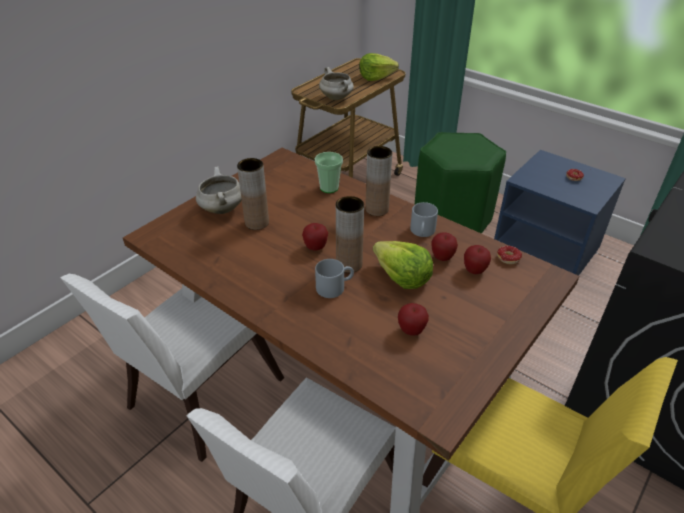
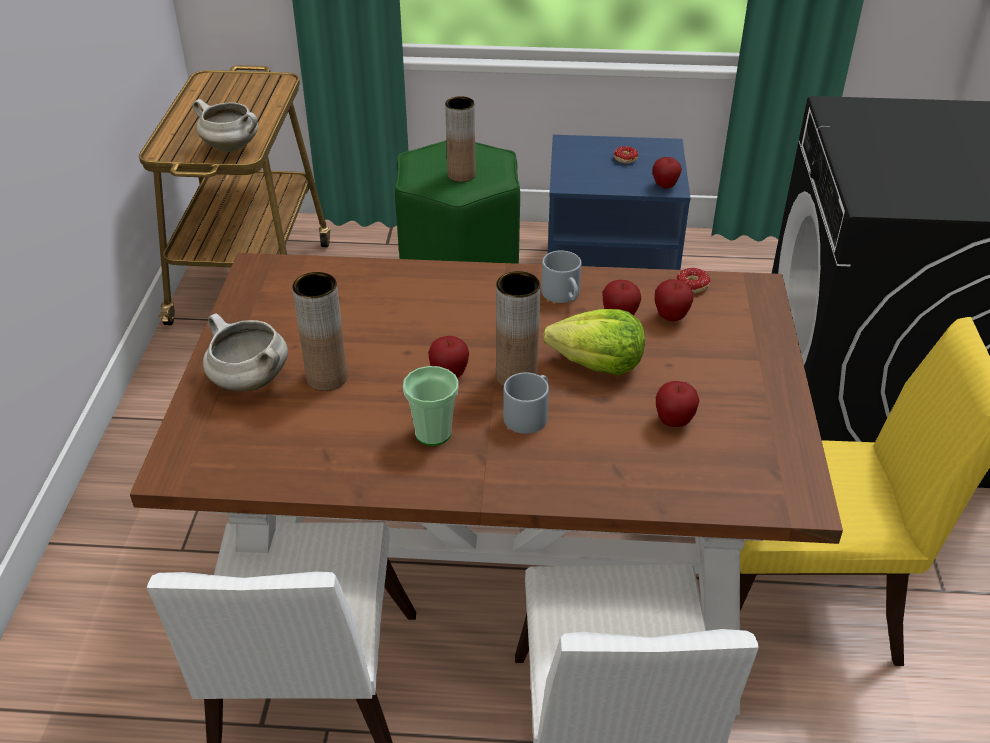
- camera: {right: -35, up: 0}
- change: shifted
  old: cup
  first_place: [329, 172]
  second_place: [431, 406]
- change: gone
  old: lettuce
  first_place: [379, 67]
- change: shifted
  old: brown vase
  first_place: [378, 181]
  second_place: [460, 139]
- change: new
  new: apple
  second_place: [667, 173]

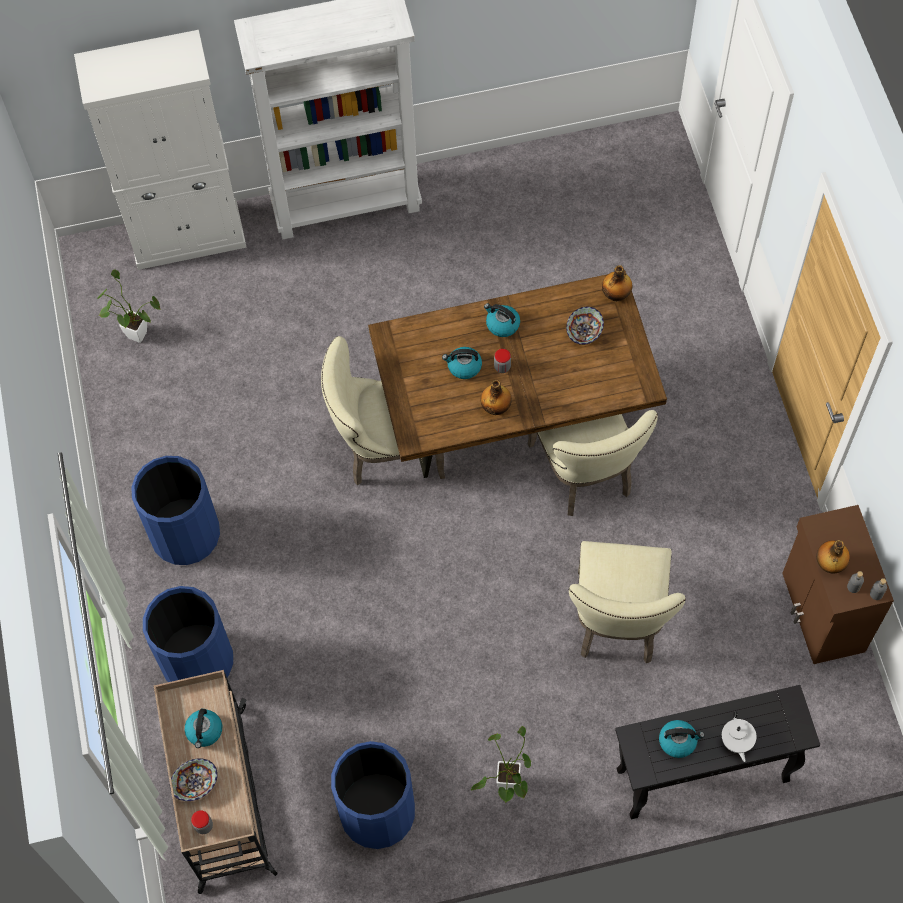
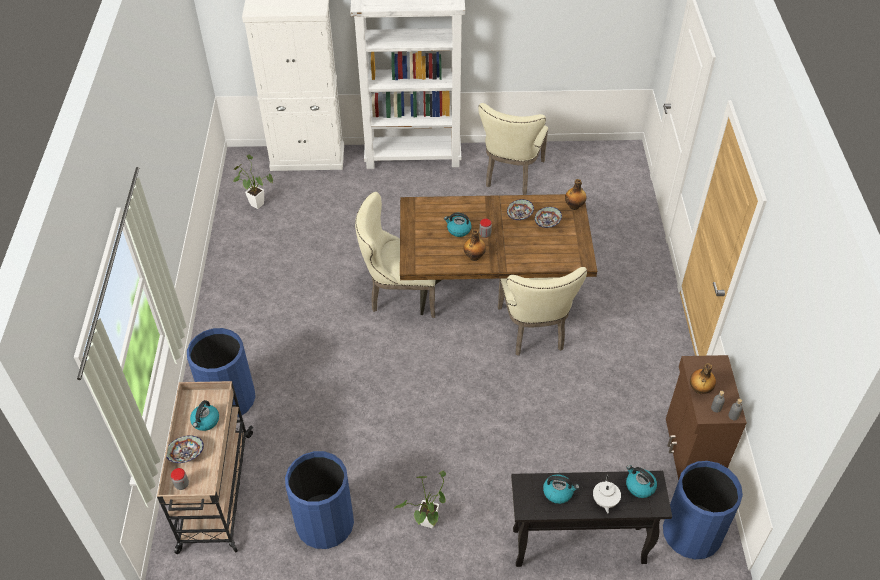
- camera: {right: 10, up: -15}
- change: shifted
  old: blue trash can
  first_place: [175, 510]
  second_place: [703, 510]
- change: shifted
  old: kettle
  first_place: [502, 320]
  second_place: [641, 481]
- change: shifted
  old: beige chair
  first_place: [627, 602]
  second_place: [513, 149]
- change: new
  new: bowl
  second_place: [520, 209]

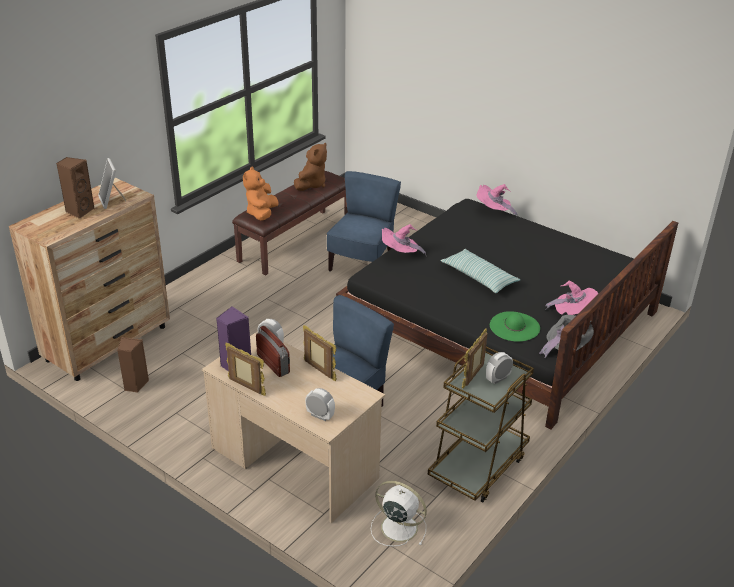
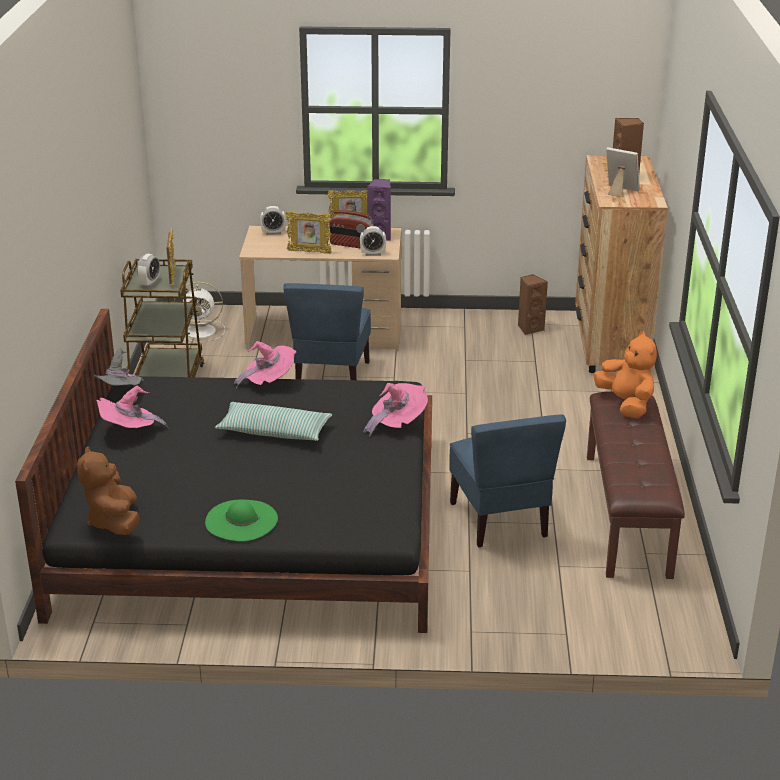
- camera: {right: 145, up: -5}
- change: shifted
  old: brown plush toy
  first_place: [310, 166]
  second_place: [108, 490]
- change: shifted
  old: pink hat
  first_place: [497, 199]
  second_place: [265, 364]
- change: shifted
  old: green hat
  first_place: [515, 326]
  second_place: [241, 520]

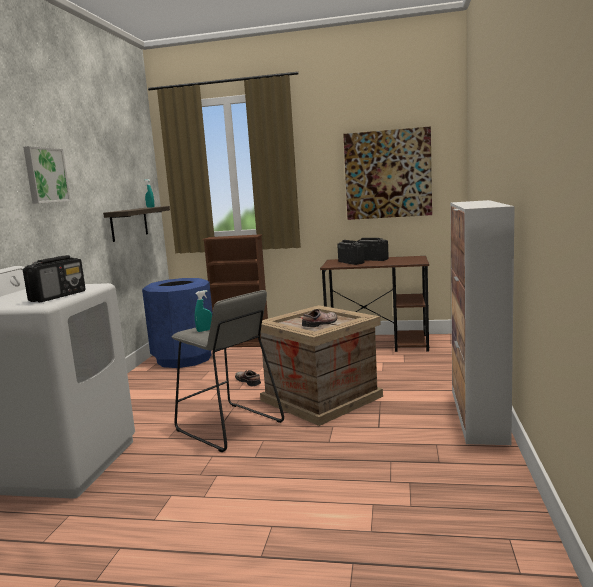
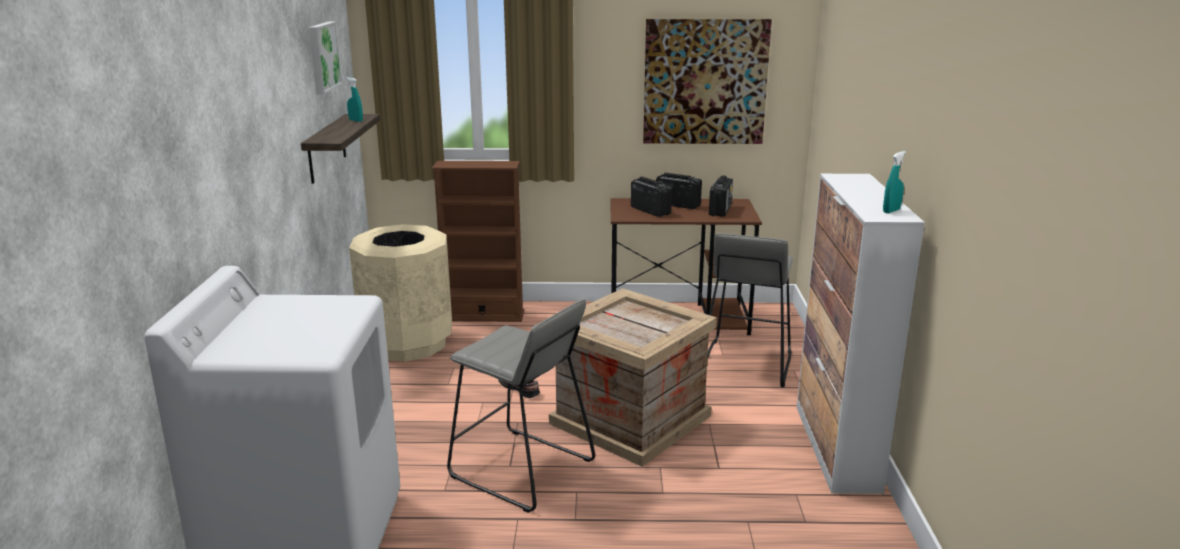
- camera: {right: -10, up: 10}
- change: shifted
  old: picture
  first_place: [47, 175]
  second_place: [326, 57]
- change: shifted
  old: radio
  first_place: [54, 278]
  second_place: [721, 196]
- change: repainted
  old: blue trash can
  new: beige trash can
  first_place: [177, 323]
  second_place: [400, 293]
- change: shifted
  old: turquoise spray bottle
  first_place: [203, 311]
  second_place: [894, 182]
- change: gone
  old: shoe
  first_place: [319, 318]
- change: new
  new: grey stool
  second_place: [750, 310]

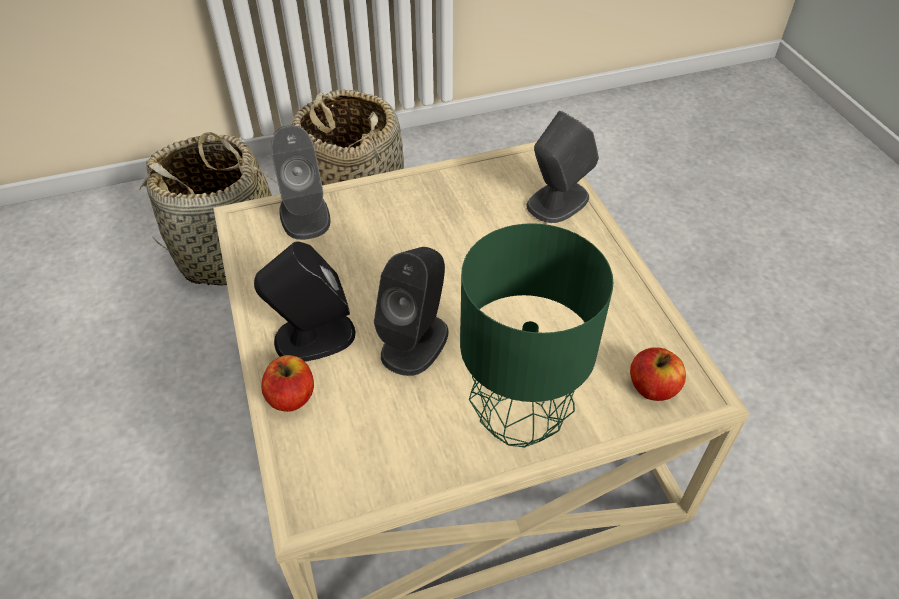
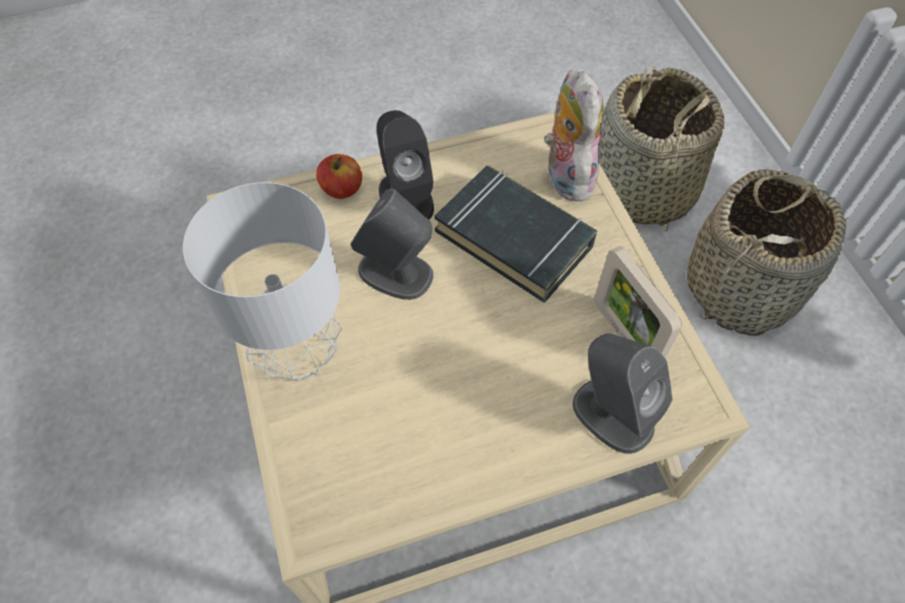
- camera: {right: 90, up: 10}
- change: swapped
  old: grey speaker
  new: plush toy
  first_place: [300, 183]
  second_place: [573, 136]
- change: repainted
  old: green table lamp
  new: grey table lamp
  first_place: [536, 335]
  second_place: [262, 281]
- change: gone
  old: apple
  first_place: [658, 374]
- change: new
  new: black book
  second_place: [515, 234]
- change: new
  new: picture frame
  second_place: [638, 302]

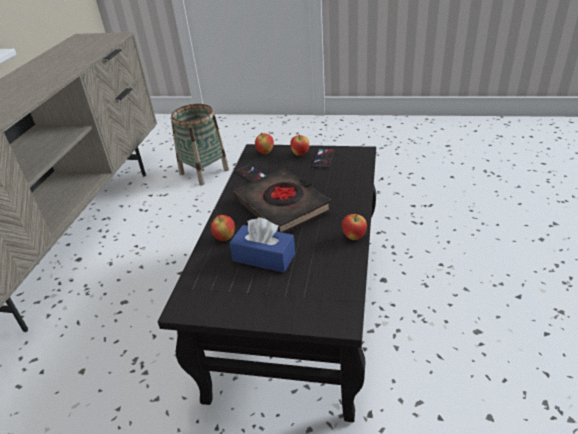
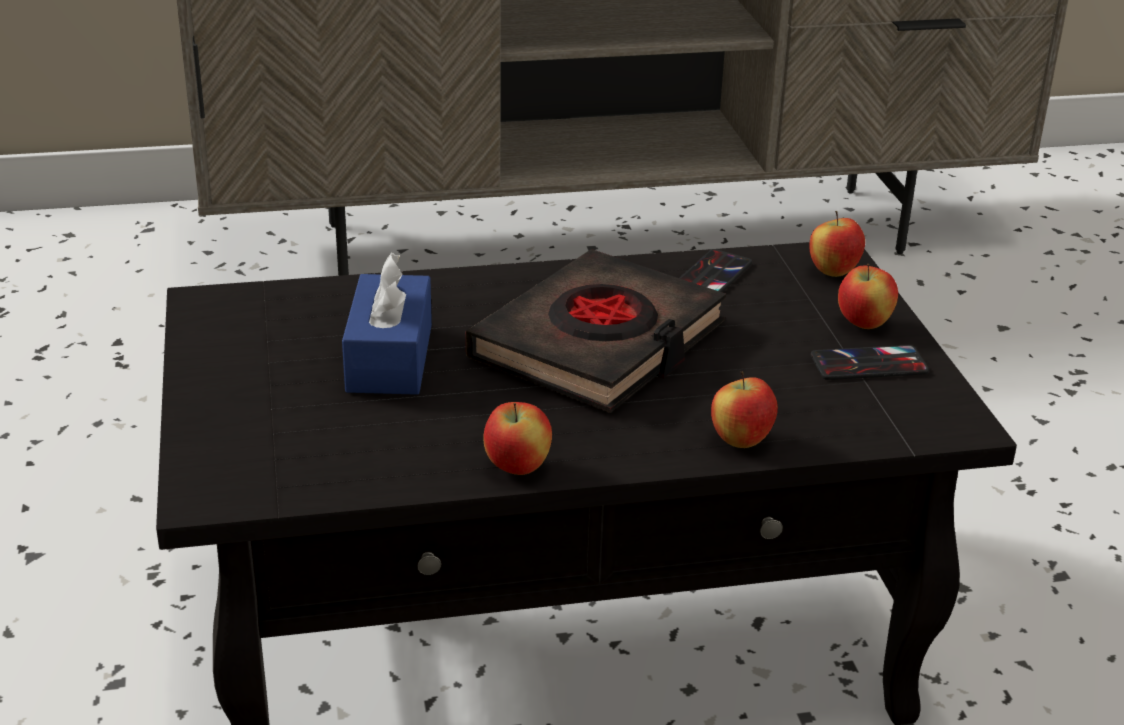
- camera: {right: 65, up: -5}
- change: gone
  old: basket
  first_place: [200, 144]
- change: shifted
  old: apple
  first_place: [223, 228]
  second_place: [744, 410]

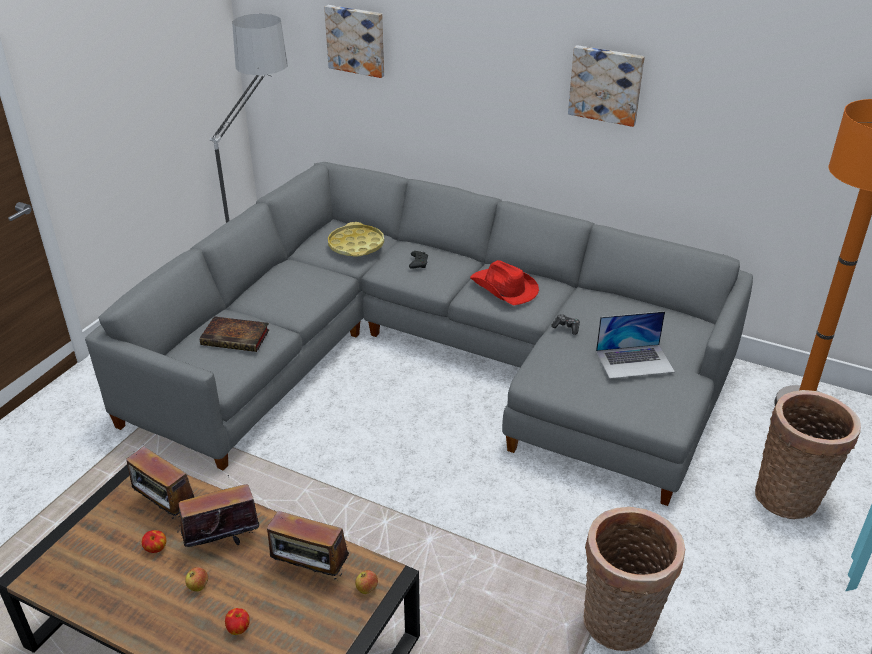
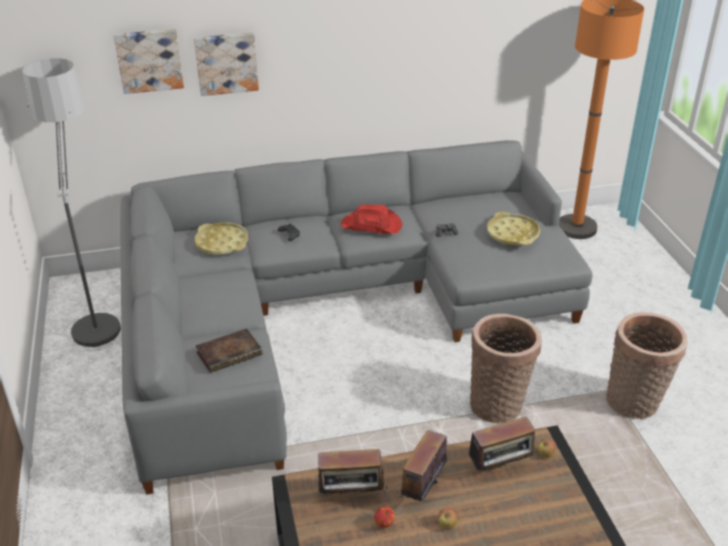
- camera: {right: -40, up: 0}
- change: gone
  old: apple
  first_place: [237, 621]
- change: shifted
  old: picture
  first_place: [606, 86]
  second_place: [226, 64]
- change: swapped
  old: laptop
  new: yellow tray
  first_place: [635, 345]
  second_place: [513, 228]
- change: shifted
  old: basket
  first_place: [808, 454]
  second_place: [506, 368]

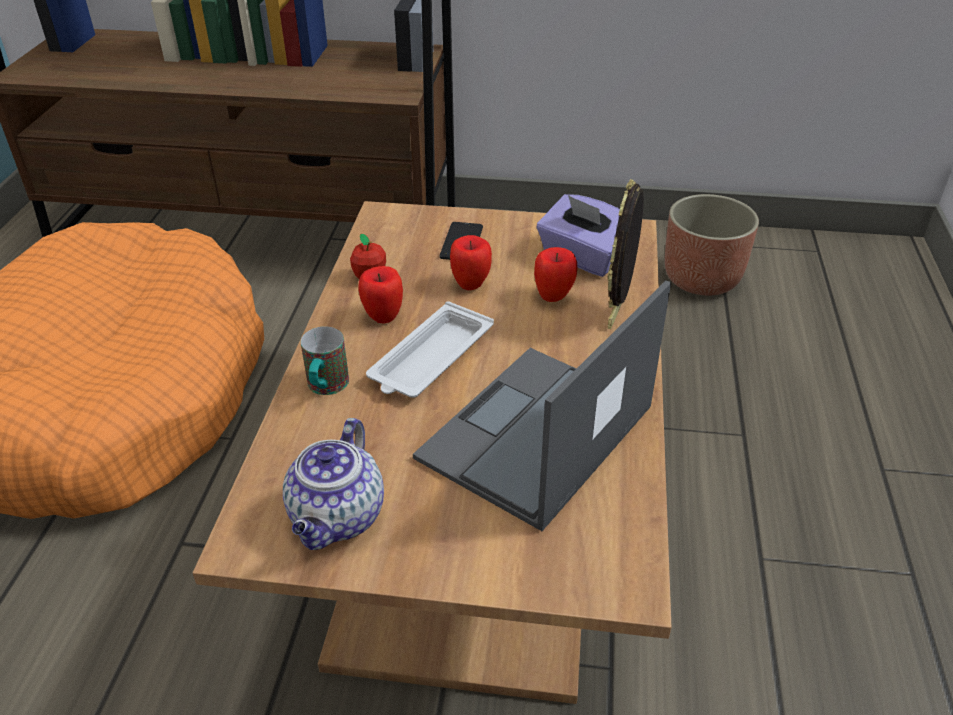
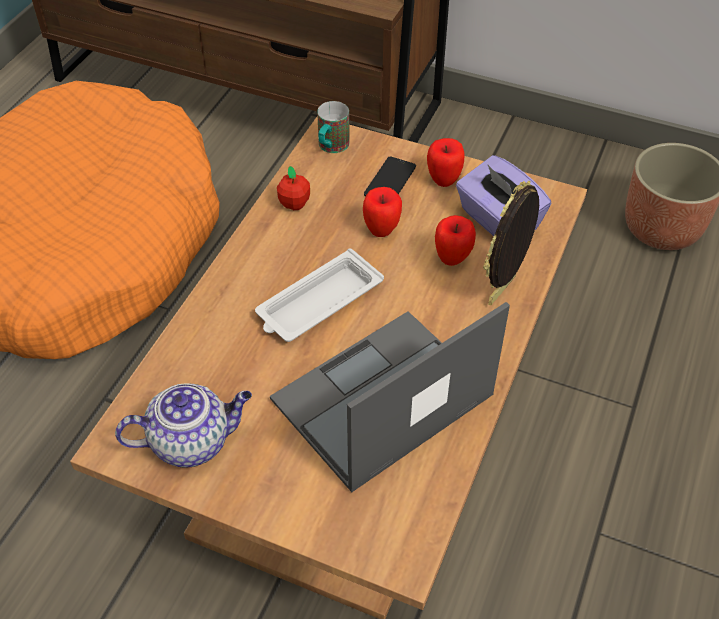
- camera: {right: 15, up: 10}
- change: rotated
  old: teapot
  first_place: [333, 484]
  second_place: [183, 425]
  degrees: -135
- change: shifted
  old: mug
  first_place: [325, 360]
  second_place: [333, 127]
- change: shifted
  old: apple
  first_place: [380, 295]
  second_place: [445, 162]

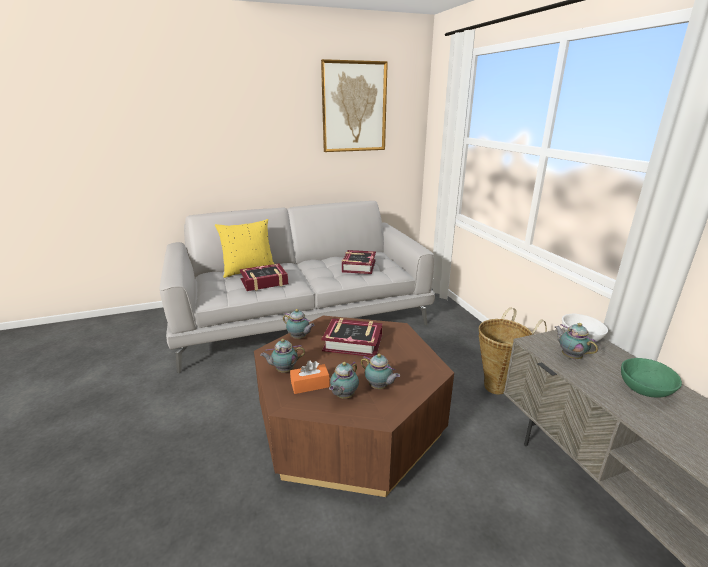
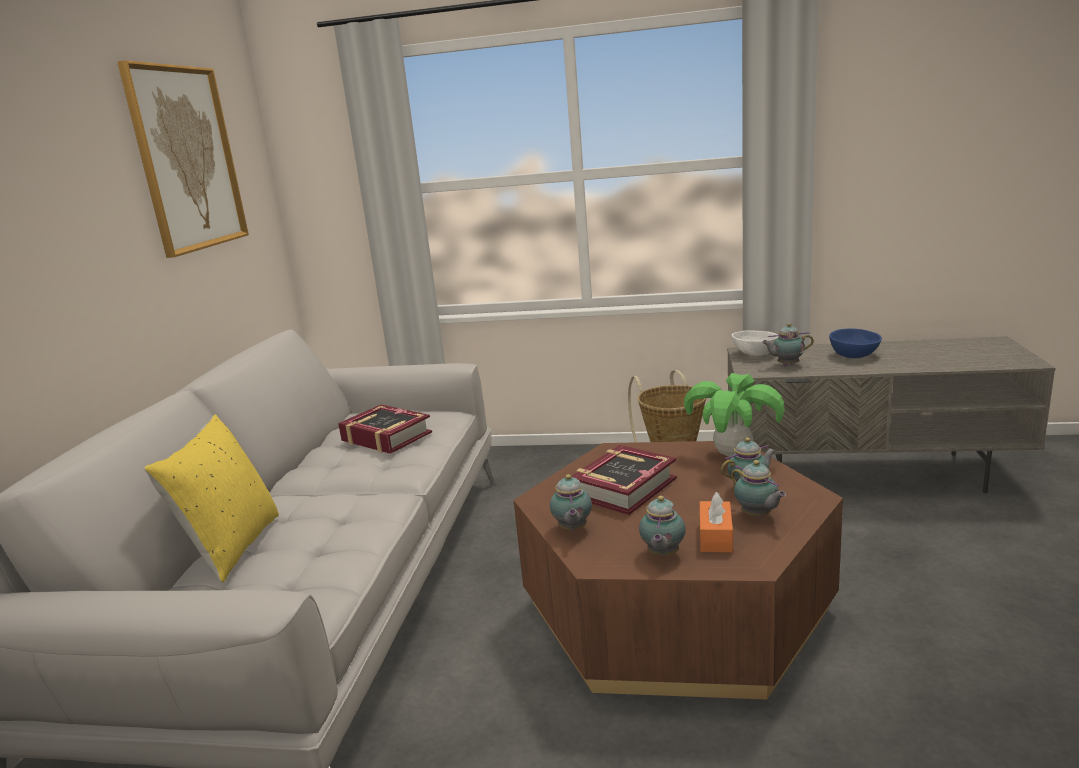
- camera: {right: -60, up: -5}
- change: gone
  old: book
  first_place: [263, 277]
- change: rotated
  old: teapot
  first_place: [299, 324]
  second_place: [571, 502]
  degrees: 120
- change: repainted
  old: green bowl
  new: blue bowl
  first_place: [651, 378]
  second_place: [855, 343]
- change: new
  new: potted plant
  second_place: [734, 415]

